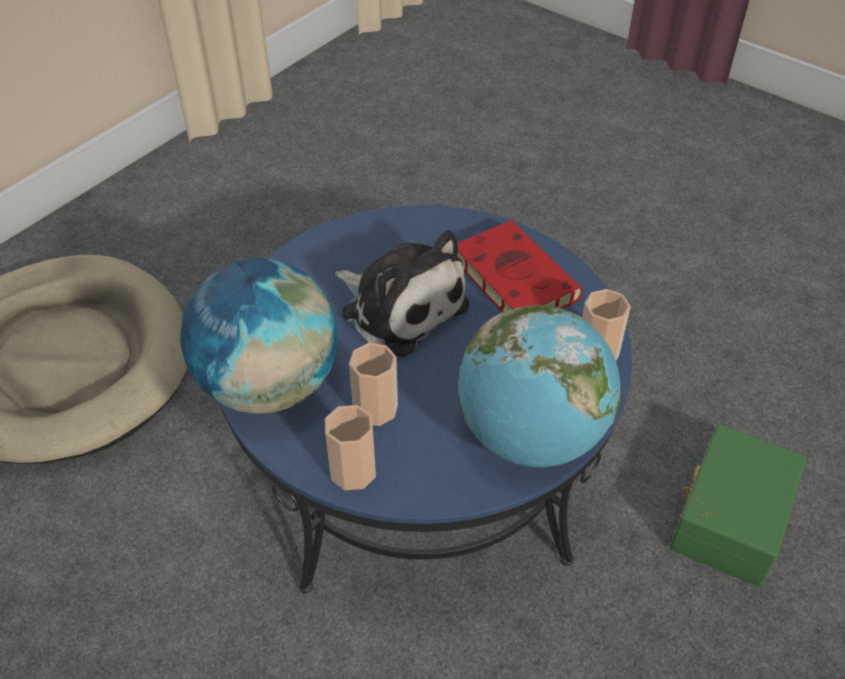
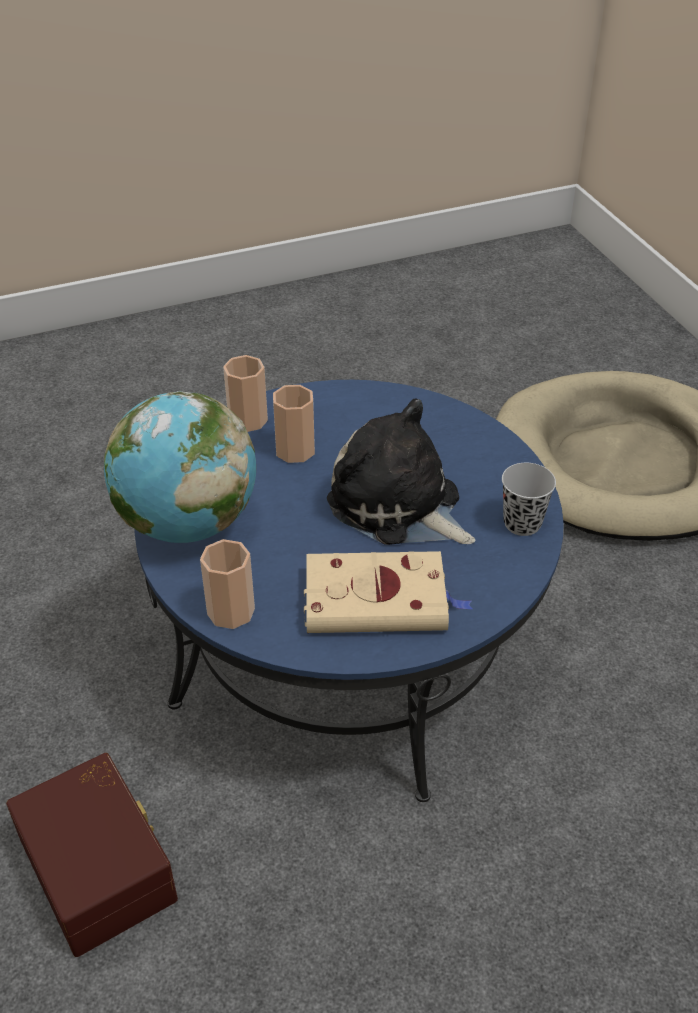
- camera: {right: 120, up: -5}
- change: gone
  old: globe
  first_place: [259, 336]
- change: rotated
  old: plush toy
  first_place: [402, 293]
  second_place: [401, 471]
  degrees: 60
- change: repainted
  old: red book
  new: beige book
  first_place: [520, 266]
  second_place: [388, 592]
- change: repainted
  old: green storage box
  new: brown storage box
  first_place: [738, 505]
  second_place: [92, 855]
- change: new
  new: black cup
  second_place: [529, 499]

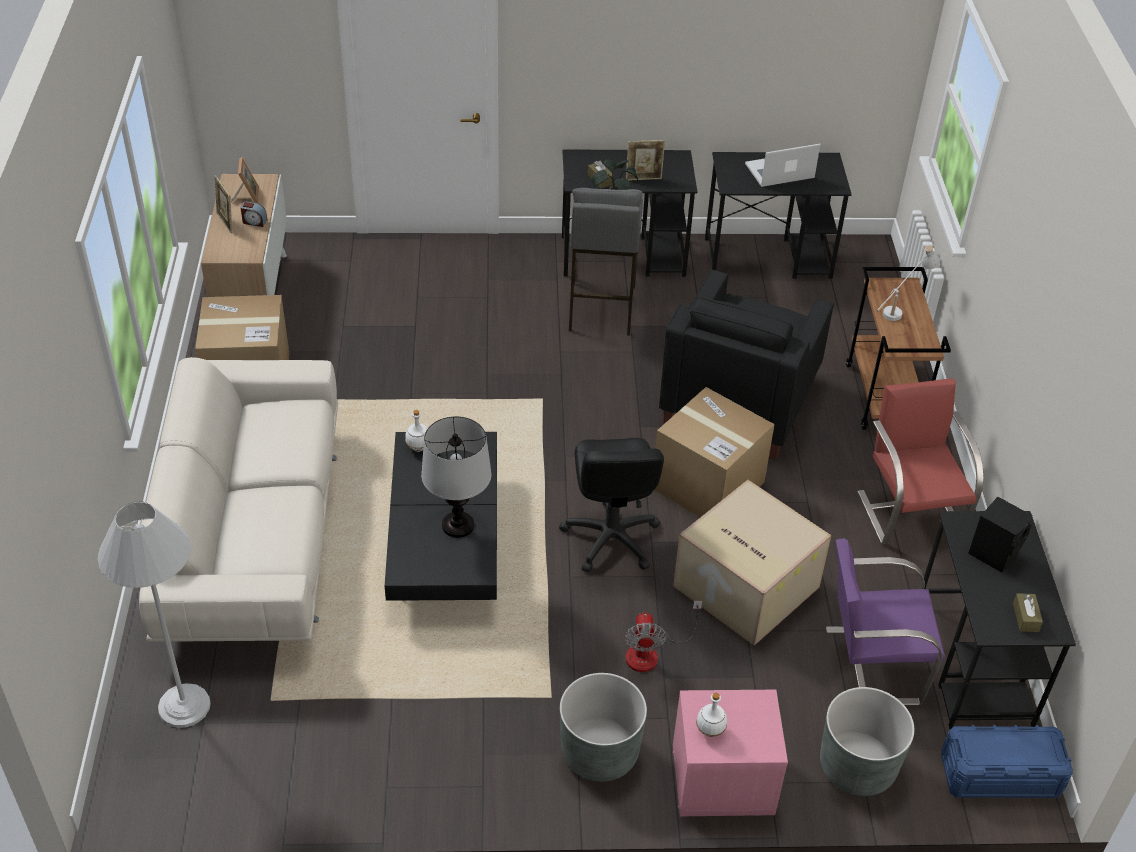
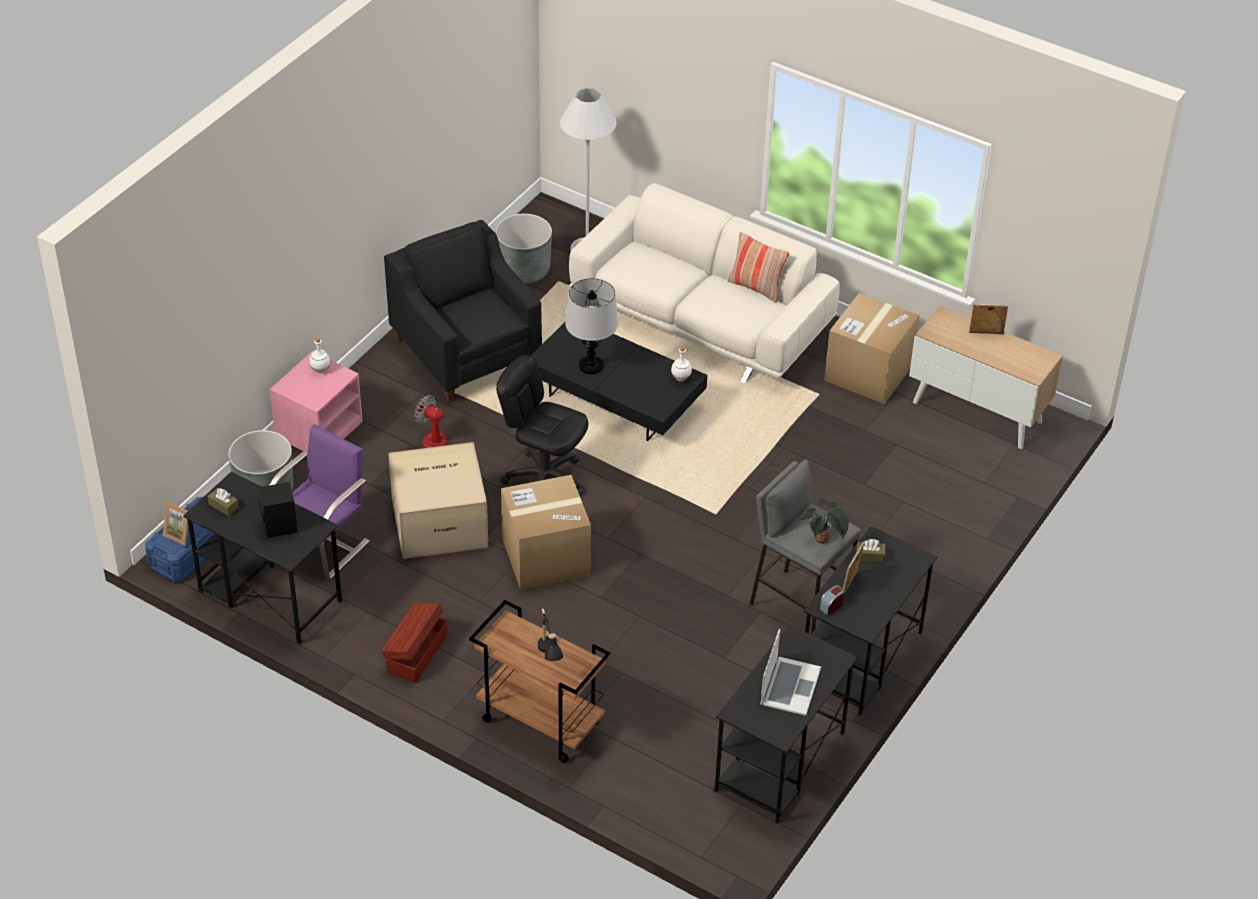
- camera: {right: 125, up: 0}
- change: shifted
  old: picture frame
  first_place: [245, 180]
  second_place: [175, 523]
- change: shifted
  old: alarm clock
  first_place: [253, 214]
  second_place: [832, 600]
- change: shifted
  old: grey planter
  first_place: [603, 727]
  second_place: [523, 249]
- change: shifted
  old: black armchair
  first_place: [746, 364]
  second_place: [463, 311]
- change: swapped
  old: red chair
  new: brown storage box
  first_place: [921, 461]
  second_place: [414, 643]
- change: repainted
  old: white table lamp
  new: black table lamp
  first_place: [908, 283]
  second_place: [550, 635]
- change: new
  new: pillow
  second_place: [758, 267]

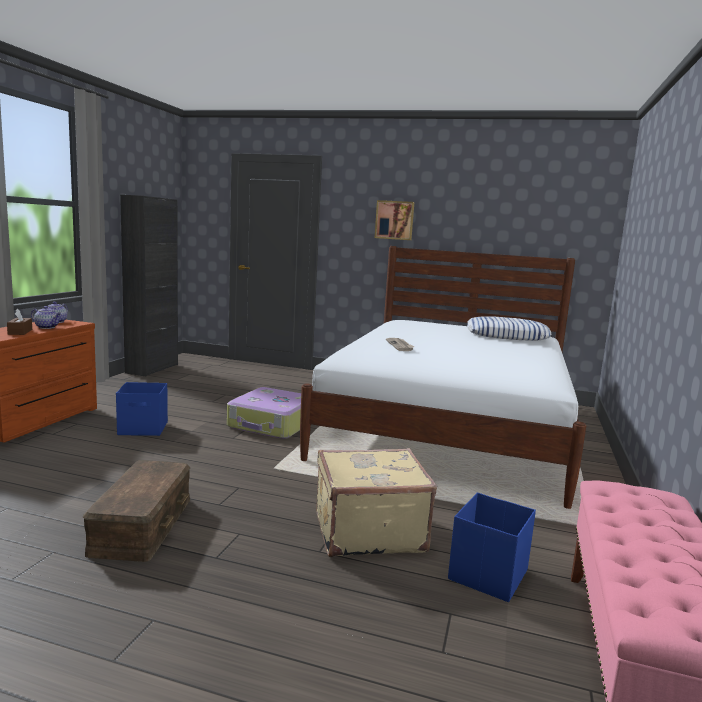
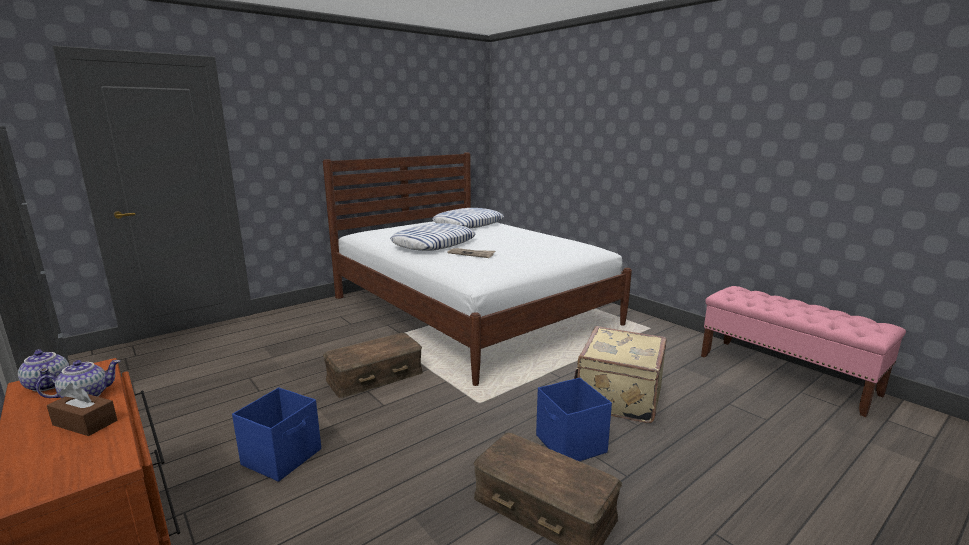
- camera: {right: -55, up: 5}
- change: swapped
  old: suitcase
  new: brown storage box
  first_place: [264, 413]
  second_place: [373, 365]
- change: gone
  old: picture
  first_place: [394, 220]
- change: shifted
  old: blue storage box
  first_place: [492, 547]
  second_place: [574, 419]
- change: new
  new: pillow
  second_place: [433, 237]

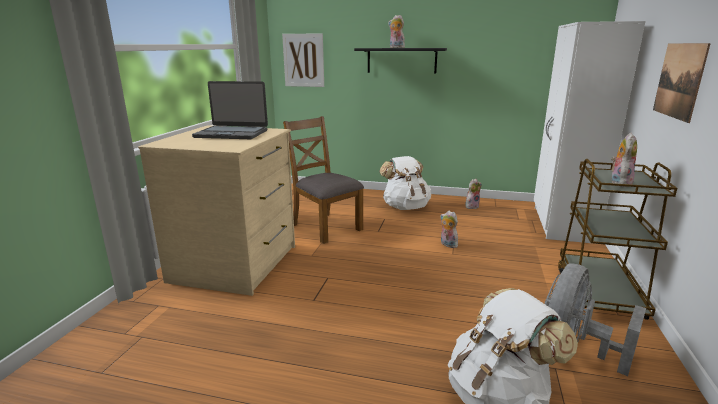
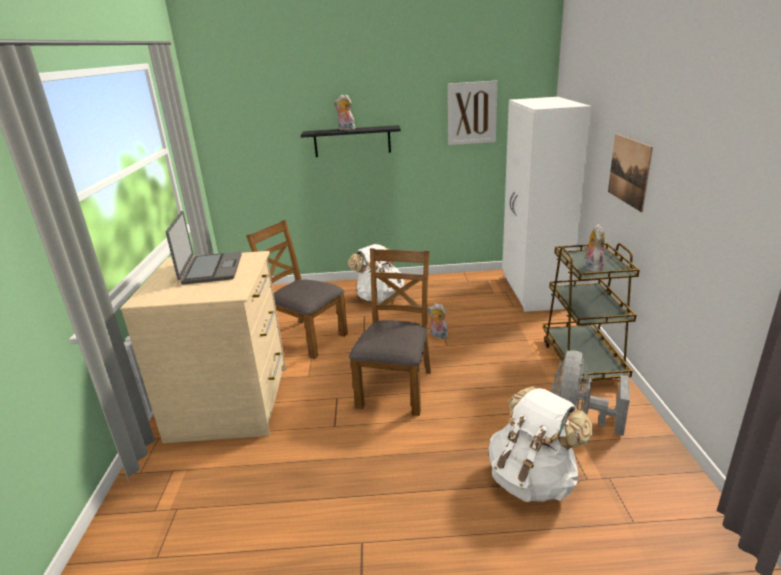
- camera: {right: -15, up: 5}
- change: rotated
  old: laptop
  first_place: [230, 110]
  second_place: [204, 248]
  degrees: -90
- change: shifted
  old: picture
  first_place: [303, 60]
  second_place: [473, 113]
- change: gone
  old: plush toy
  first_place: [473, 194]
- change: new
  new: brown chair
  second_place: [390, 332]

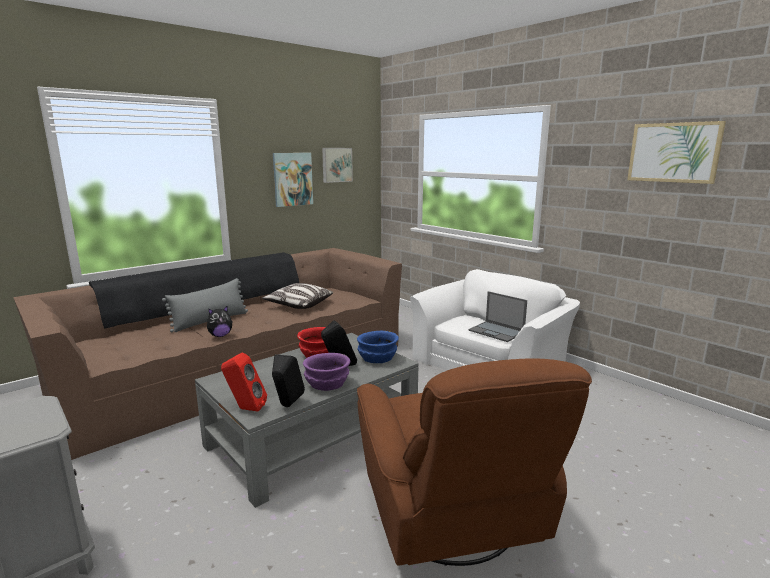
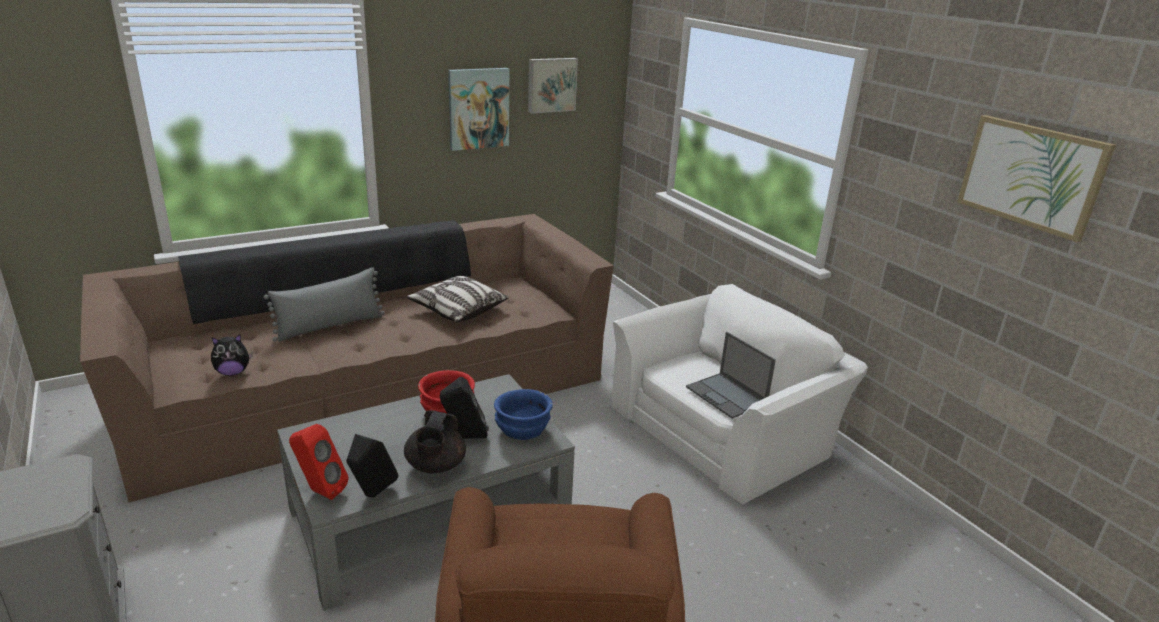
- camera: {right: 10, up: 10}
- change: shifted
  old: plush toy
  first_place: [219, 321]
  second_place: [232, 355]
- change: swapped
  old: purple bowl
  new: black teapot
  first_place: [326, 372]
  second_place: [435, 441]

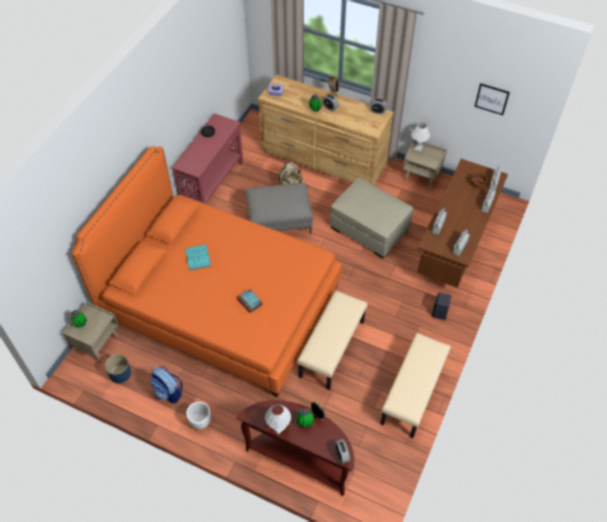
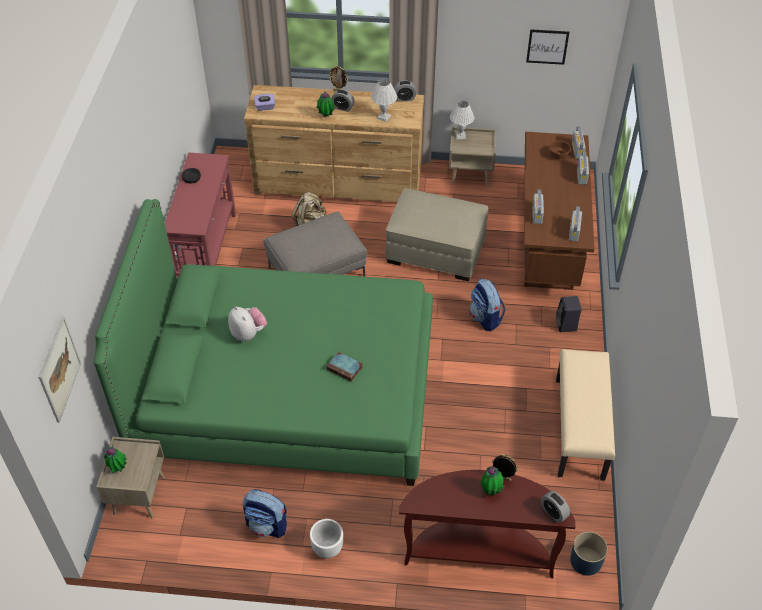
- camera: {right: -20, up: -5}
- change: repainted
  old: orange bed
  new: green bed
  first_place: [207, 271]
  second_place: [263, 342]
- change: shifted
  old: blue planter
  first_place: [118, 368]
  second_place: [589, 554]
- change: swapped
  old: turquoise book
  new: plush toy
  first_place: [198, 257]
  second_place: [247, 323]
- change: shifted
  old: white table lamp
  first_place: [278, 419]
  second_place: [384, 100]
- change: gone
  old: beige bench
  first_place: [332, 340]
- change: new
  new: picture
  second_place: [59, 370]
- change: new
  new: backpack
  second_place: [487, 304]

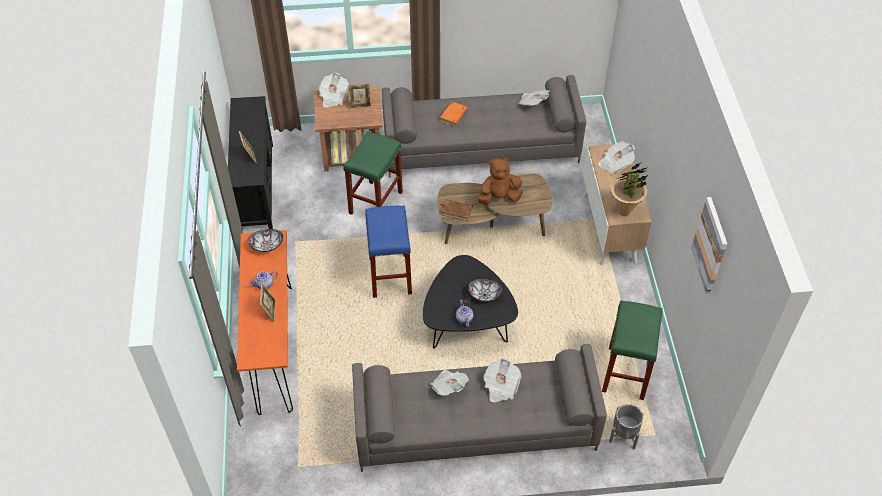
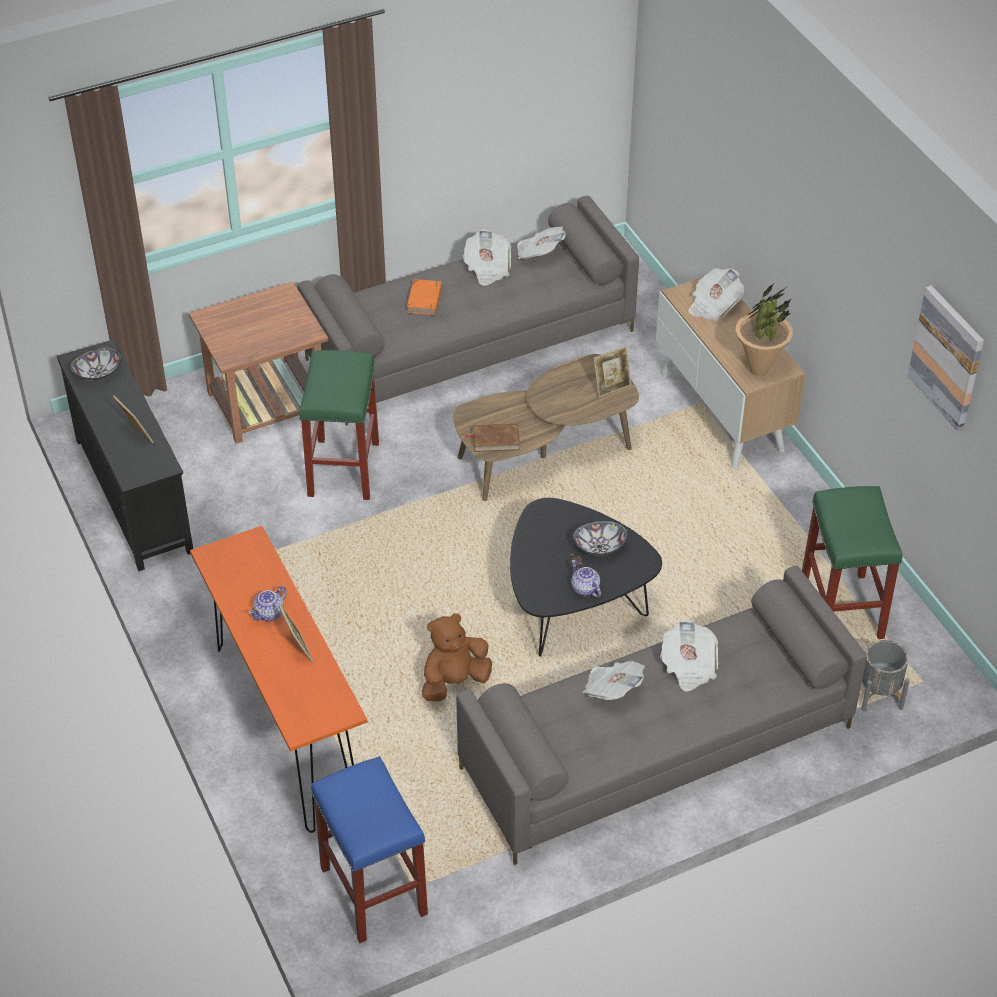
- camera: {right: -20, up: -5}
- change: shifted
  old: bowl
  first_place: [265, 240]
  second_place: [96, 364]
- change: shifted
  old: newspaper
  first_place: [334, 90]
  second_place: [487, 257]
- change: shifted
  old: picture frame
  first_place: [359, 96]
  second_place: [612, 372]
- change: shifted
  old: blue stool
  first_place: [388, 252]
  second_place: [369, 849]
- change: shifted
  old: brown plush toy
  first_place: [500, 181]
  second_place: [457, 657]

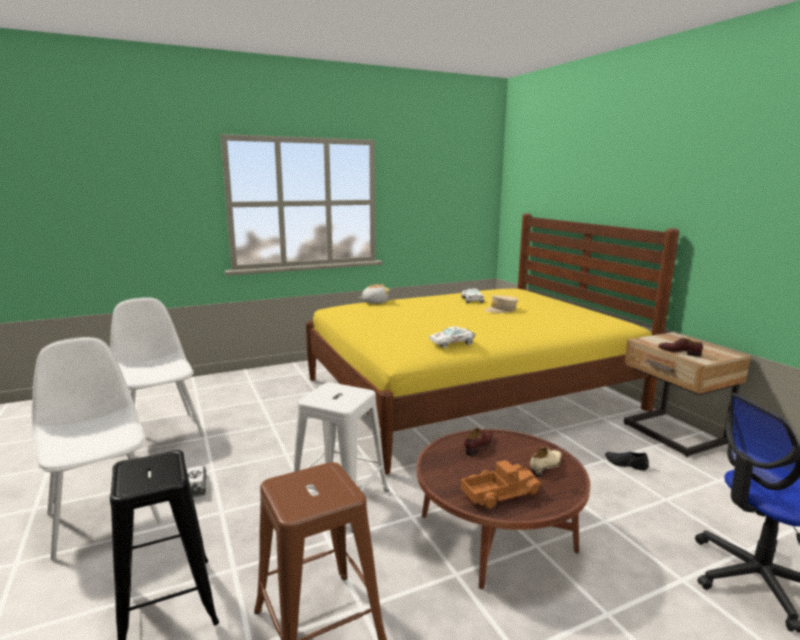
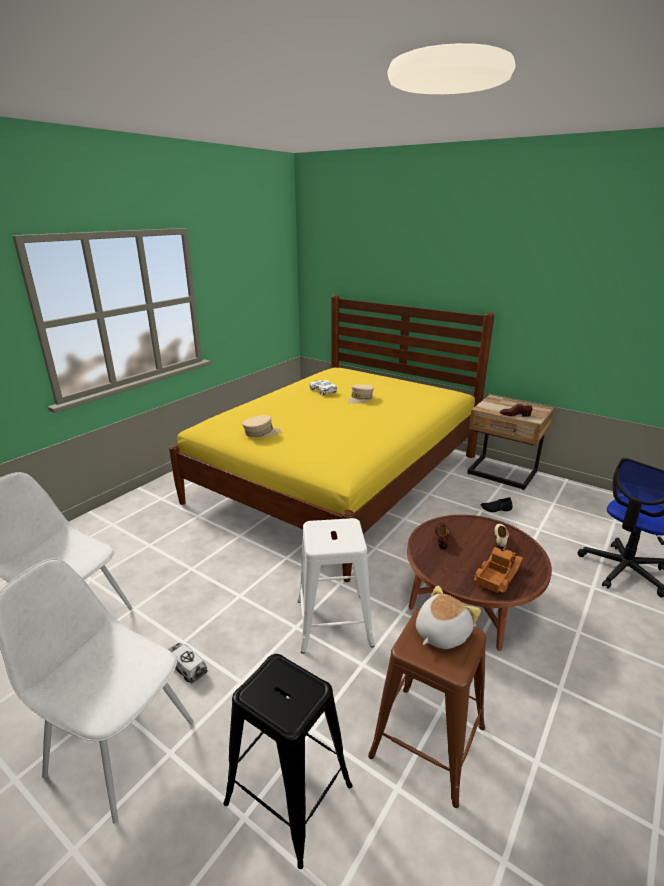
- camera: {right: -30, up: 10}
- change: shifted
  old: plush toy
  first_place: [374, 294]
  second_place: [448, 617]
- change: gone
  old: white toy car
  first_place: [452, 337]
- change: new
  new: beige cap
  second_place: [261, 426]

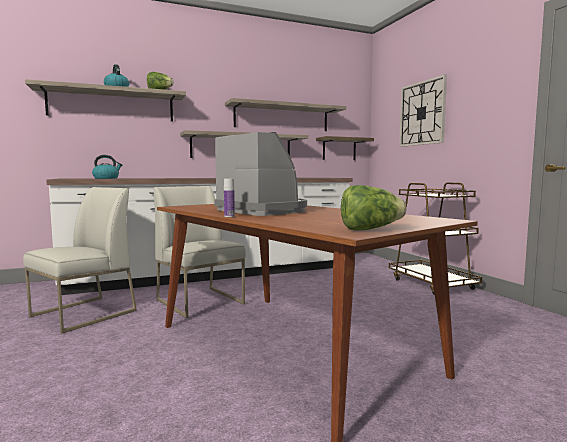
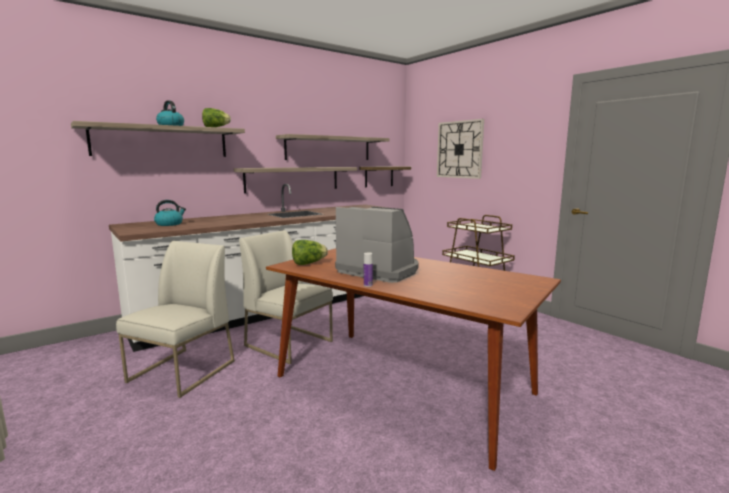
- camera: {right: -15, up: 5}
- change: shifted
  old: lettuce
  first_place: [374, 208]
  second_place: [310, 252]

